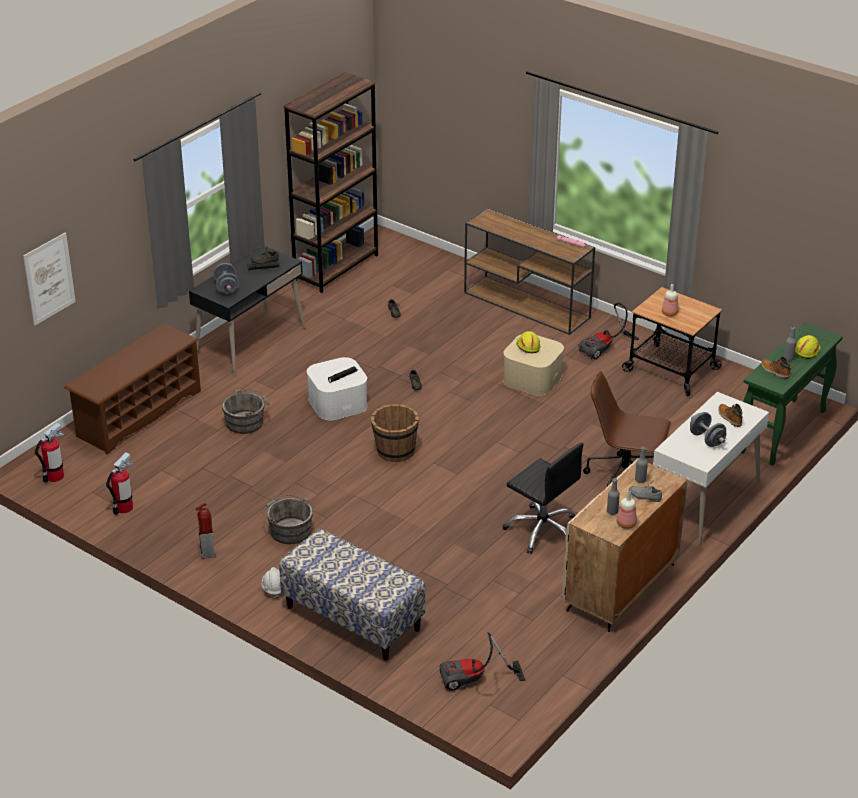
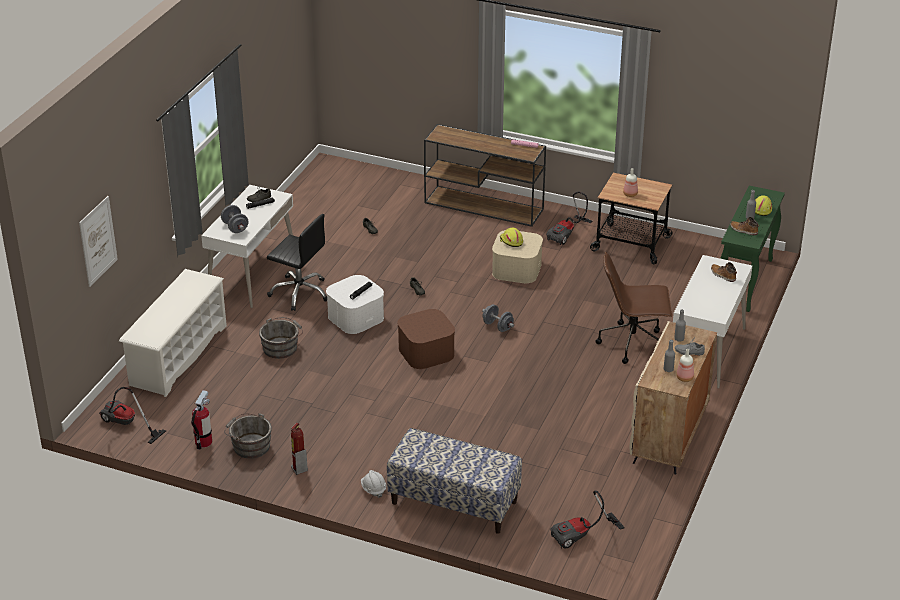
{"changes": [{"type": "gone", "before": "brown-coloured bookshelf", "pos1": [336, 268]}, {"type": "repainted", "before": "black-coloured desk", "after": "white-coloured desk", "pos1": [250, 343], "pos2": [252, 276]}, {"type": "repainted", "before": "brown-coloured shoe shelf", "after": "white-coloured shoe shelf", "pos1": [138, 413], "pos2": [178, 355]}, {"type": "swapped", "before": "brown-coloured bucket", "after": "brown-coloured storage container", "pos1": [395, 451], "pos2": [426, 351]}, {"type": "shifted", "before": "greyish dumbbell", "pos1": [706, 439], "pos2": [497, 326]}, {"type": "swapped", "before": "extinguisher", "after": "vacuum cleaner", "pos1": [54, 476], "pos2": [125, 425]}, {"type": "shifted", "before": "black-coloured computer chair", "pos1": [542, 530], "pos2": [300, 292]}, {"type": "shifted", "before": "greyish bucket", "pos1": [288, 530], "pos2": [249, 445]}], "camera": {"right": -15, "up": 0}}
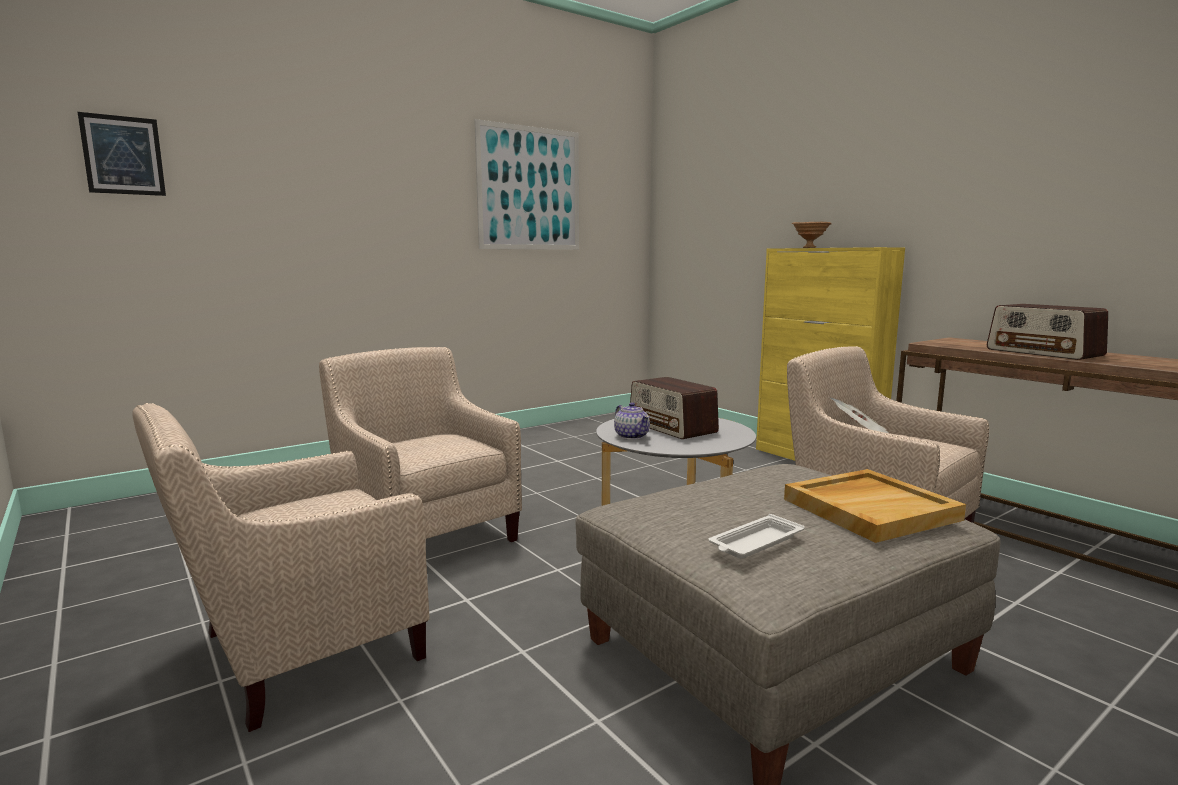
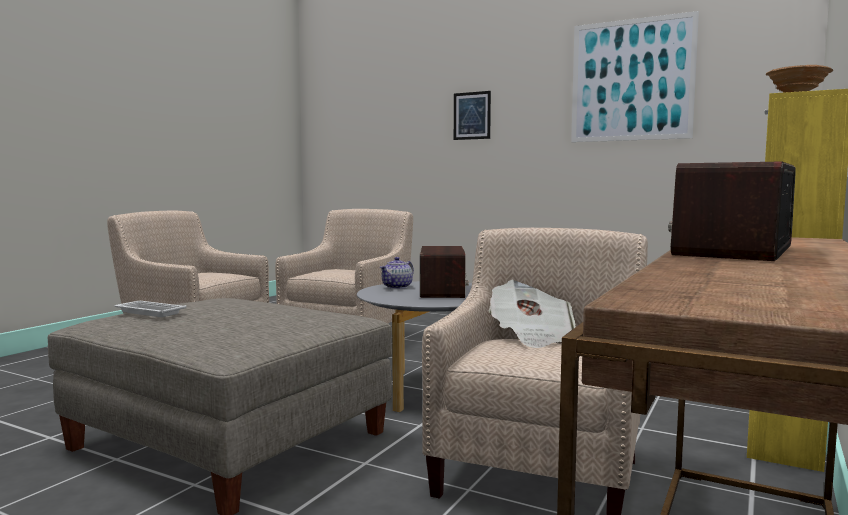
{"changes": [{"type": "shifted", "before": "wall art", "pos1": [123, 155], "pos2": [472, 115]}, {"type": "rotated", "before": "radio set", "pos1": [672, 427], "pos2": [442, 291], "turn": 150}, {"type": "gone", "before": "sand-coloured tray", "pos1": [870, 509]}], "camera": {"right": 65, "up": -5}}
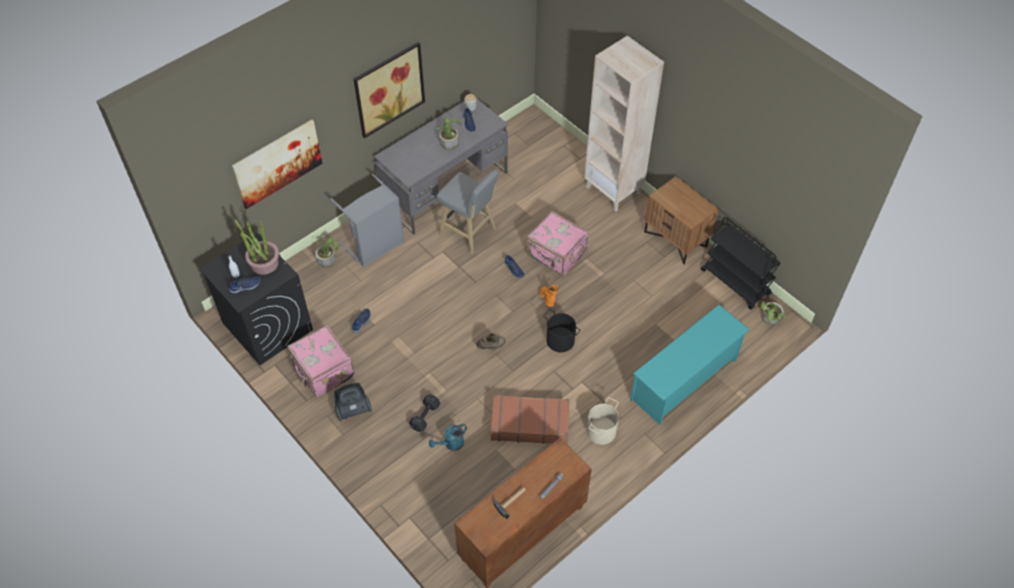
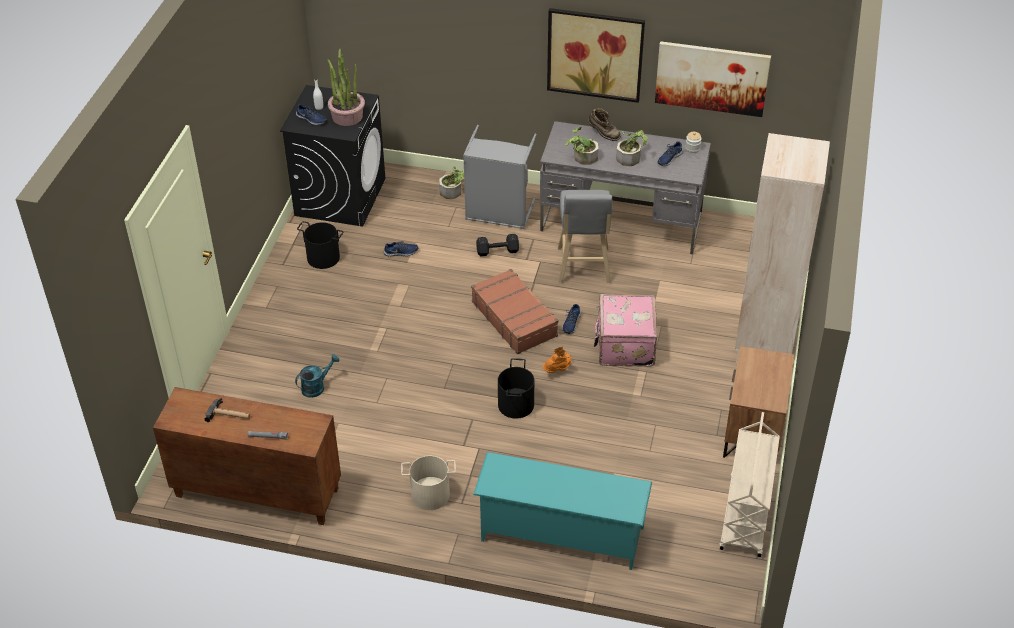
{"changes": [{"type": "shifted", "before": "wall art", "pos1": [277, 163], "pos2": [711, 78]}, {"type": "repainted", "before": "black-coloured cart", "after": "sand-coloured cart", "pos1": [736, 283], "pos2": [746, 517]}, {"type": "shifted", "before": "plant in a pot", "pos1": [769, 319], "pos2": [582, 157]}, {"type": "swapped", "before": "pinkish piece of luggage", "after": "black-coloured bucket", "pos1": [323, 371], "pos2": [323, 258]}, {"type": "shifted", "before": "brown-coloured boot", "pos1": [491, 347], "pos2": [603, 134]}, {"type": "gone", "before": "vacuum cleaner", "pos1": [352, 409]}, {"type": "shifted", "before": "black-coloured dumbbell", "pos1": [424, 417], "pos2": [496, 251]}, {"type": "shifted", "before": "brown-coloured piece of luggage", "pos1": [529, 424], "pos2": [514, 318]}, {"type": "rotated", "before": "blue-green watering pot", "pos1": [451, 444], "pos2": [316, 387], "turn": 120}], "camera": {"right": 55, "up": -10}}
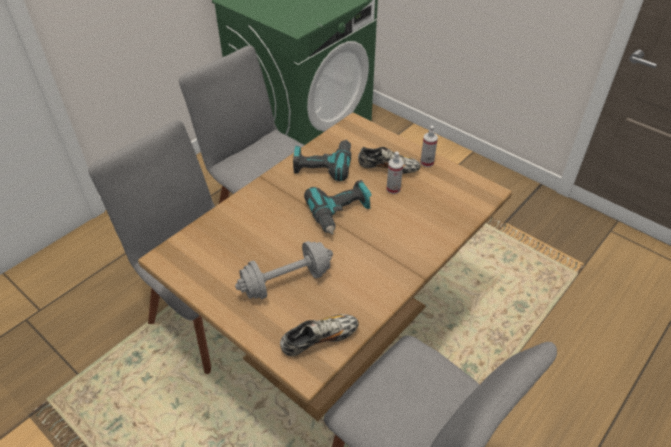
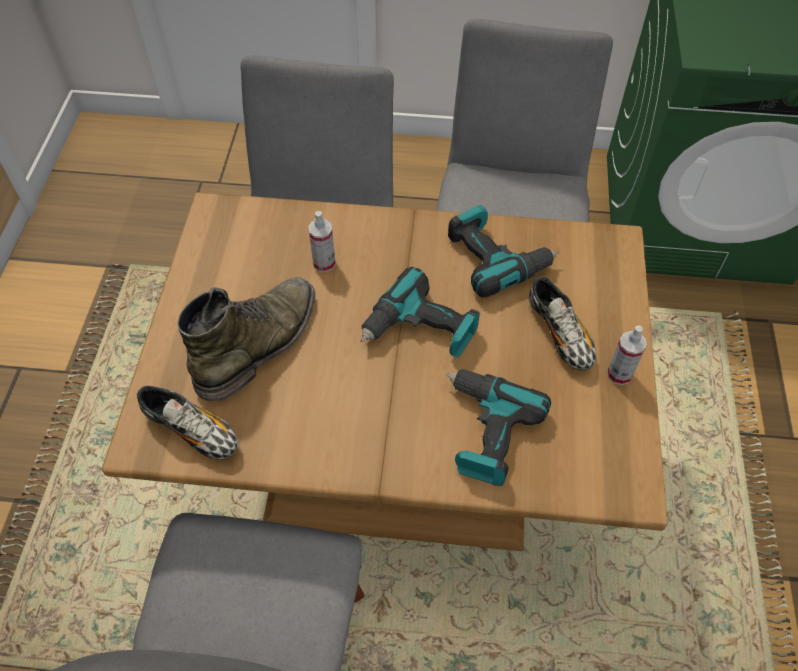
{"changes": [{"type": "shifted", "before": "sprayer", "pos1": [393, 189], "pos2": [324, 263]}, {"type": "swapped", "before": "greyish dumbbell", "after": "green-coloured boot", "pos1": [286, 281], "pos2": [259, 343]}, {"type": "new", "after": "electric drill", "pos2": [485, 432]}], "camera": {"right": 55, "up": 10}}
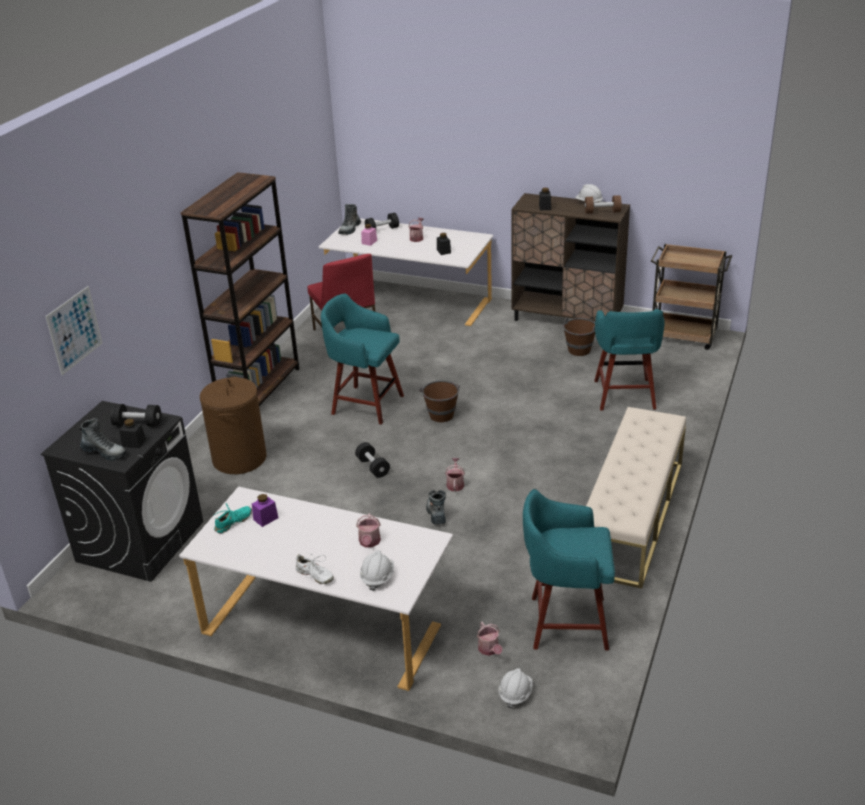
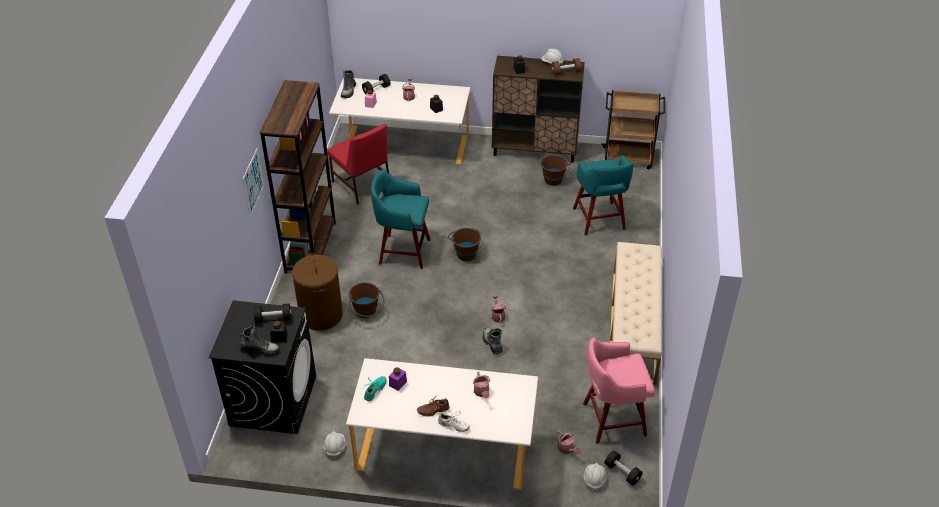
{"changes": [{"type": "shifted", "before": "wall art", "pos1": [74, 330], "pos2": [253, 182]}, {"type": "shifted", "before": "black-coloured dumbbell", "pos1": [373, 467], "pos2": [622, 472]}, {"type": "repainted", "before": "blue-green stool seat", "after": "pinkish stool seat", "pos1": [565, 622], "pos2": [611, 419]}, {"type": "shifted", "before": "white-coloured hard hat", "pos1": [377, 577], "pos2": [334, 447]}, {"type": "new", "after": "brown-coloured bucket", "pos2": [367, 314]}, {"type": "new", "after": "brown-coloured shoe", "pos2": [433, 410]}], "camera": {"right": -15, "up": 10}}
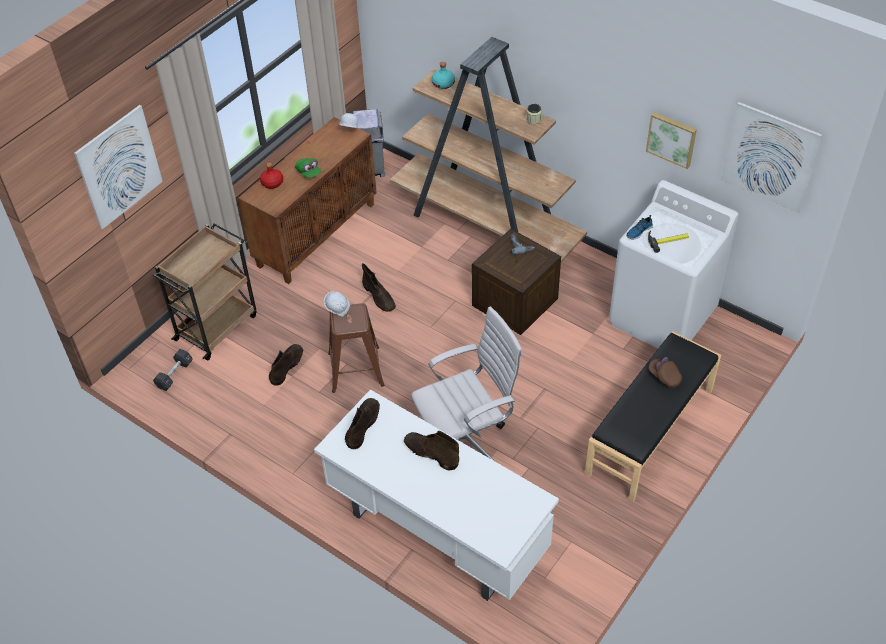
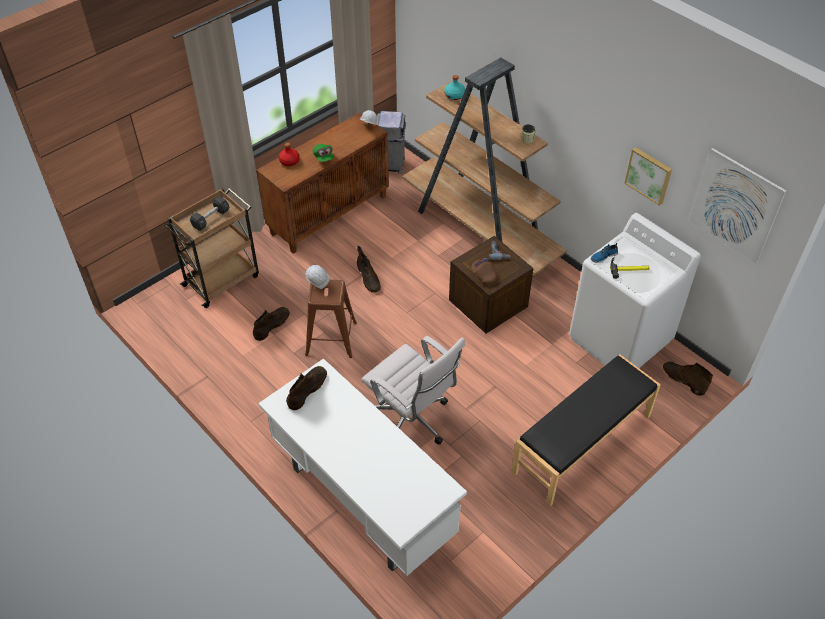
{"changes": [{"type": "gone", "before": "wall art", "pos1": [119, 167]}, {"type": "rotated", "before": "white-coloured computer chair", "pos1": [467, 442], "pos2": [412, 422], "turn": 60}, {"type": "shifted", "before": "black-coloured dumbbell", "pos1": [174, 374], "pos2": [210, 218]}, {"type": "shifted", "before": "brown-coloured peaked cap", "pos1": [664, 377], "pos2": [483, 275]}, {"type": "shifted", "before": "brown-coloured boot", "pos1": [431, 453], "pos2": [683, 380]}], "camera": {"right": 10, "up": 0}}
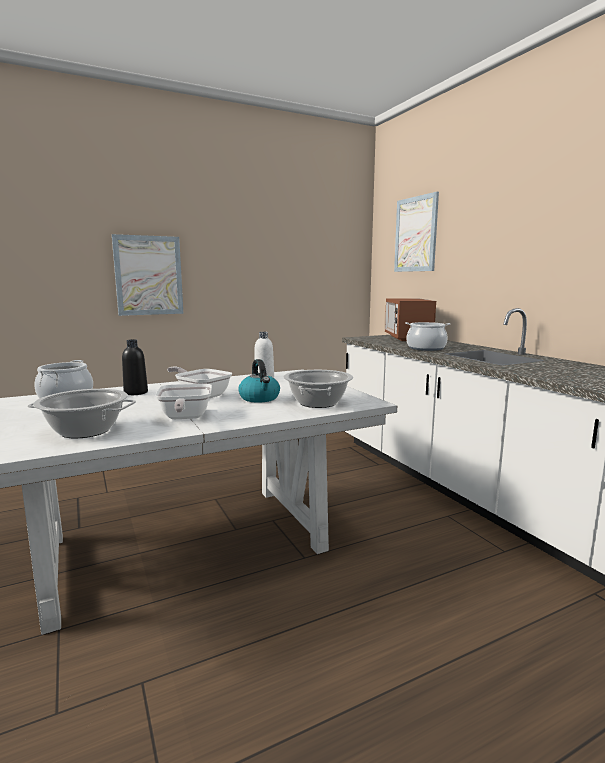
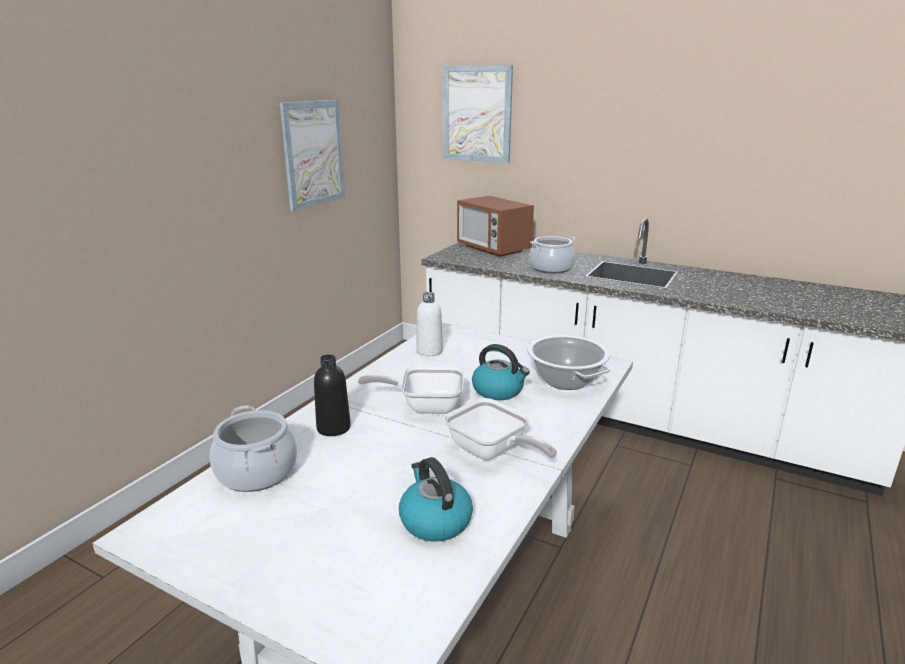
{"changes": [{"type": "shifted", "before": "wall art", "pos1": [148, 275], "pos2": [313, 154]}, {"type": "swapped", "before": "stockpot", "after": "water kettle", "pos1": [85, 431], "pos2": [434, 521]}], "camera": {"right": -35, "up": 10}}
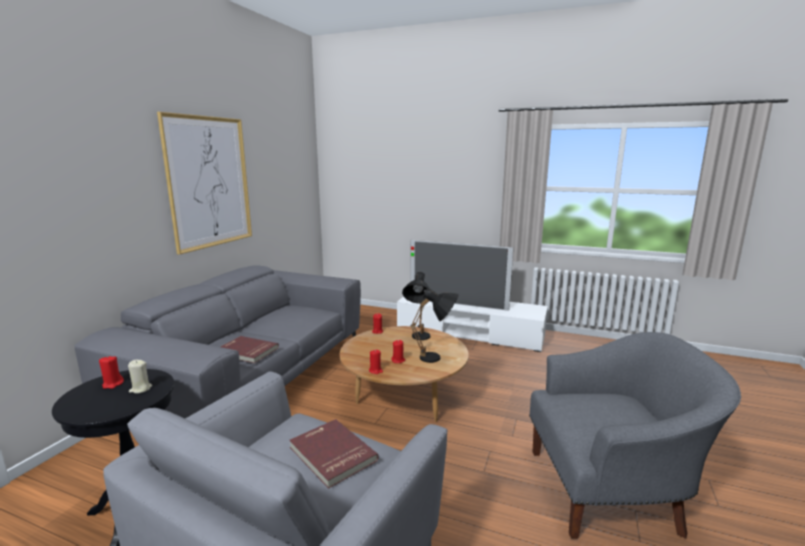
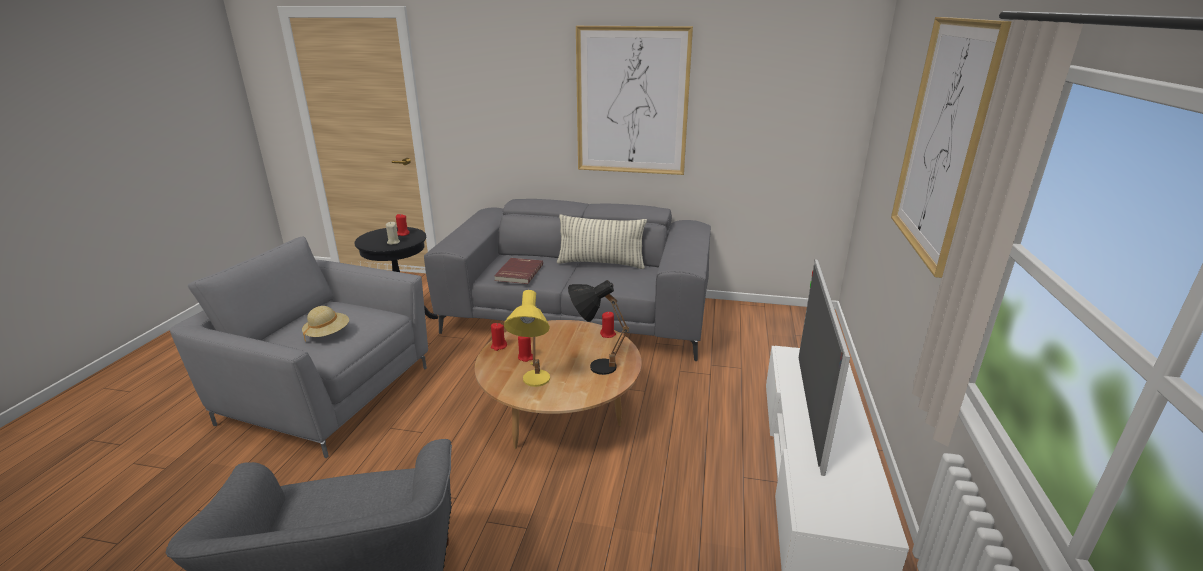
{"changes": [{"type": "repainted", "before": "black-coloured tabletop lamp", "after": "yellow tabletop lamp", "pos1": [437, 359], "pos2": [533, 384]}, {"type": "swapped", "before": "red-coloured book", "after": "sand-coloured clothing hat", "pos1": [331, 454], "pos2": [328, 334]}, {"type": "new", "after": "wall art", "pos2": [942, 140]}, {"type": "new", "after": "pillow", "pos2": [601, 263]}], "camera": {"right": 80, "up": 10}}
